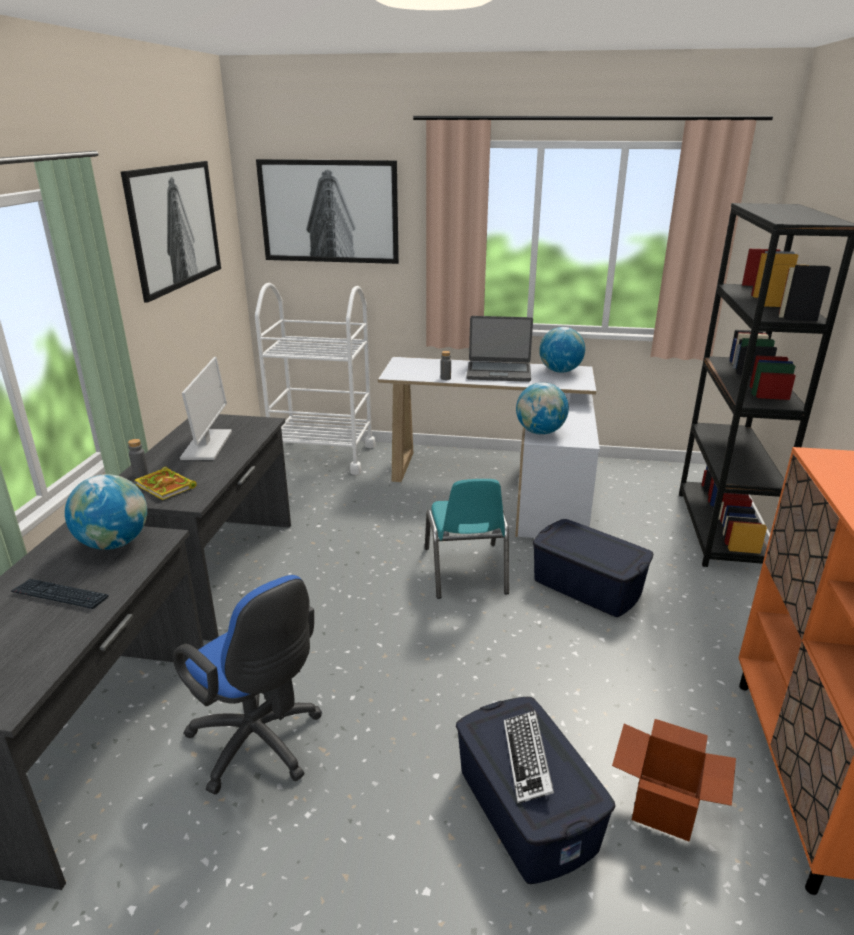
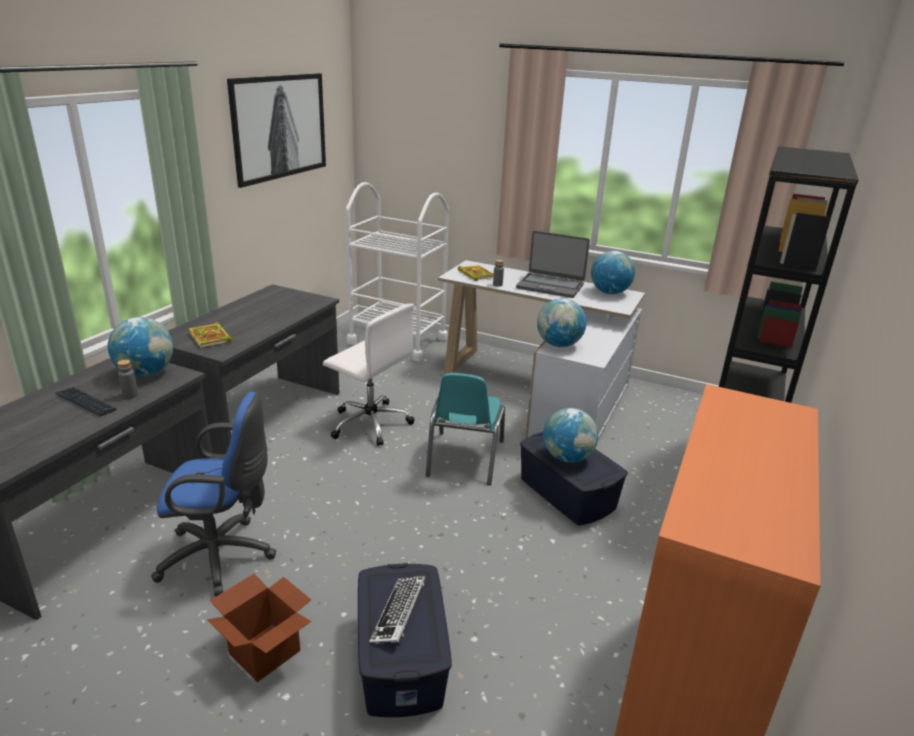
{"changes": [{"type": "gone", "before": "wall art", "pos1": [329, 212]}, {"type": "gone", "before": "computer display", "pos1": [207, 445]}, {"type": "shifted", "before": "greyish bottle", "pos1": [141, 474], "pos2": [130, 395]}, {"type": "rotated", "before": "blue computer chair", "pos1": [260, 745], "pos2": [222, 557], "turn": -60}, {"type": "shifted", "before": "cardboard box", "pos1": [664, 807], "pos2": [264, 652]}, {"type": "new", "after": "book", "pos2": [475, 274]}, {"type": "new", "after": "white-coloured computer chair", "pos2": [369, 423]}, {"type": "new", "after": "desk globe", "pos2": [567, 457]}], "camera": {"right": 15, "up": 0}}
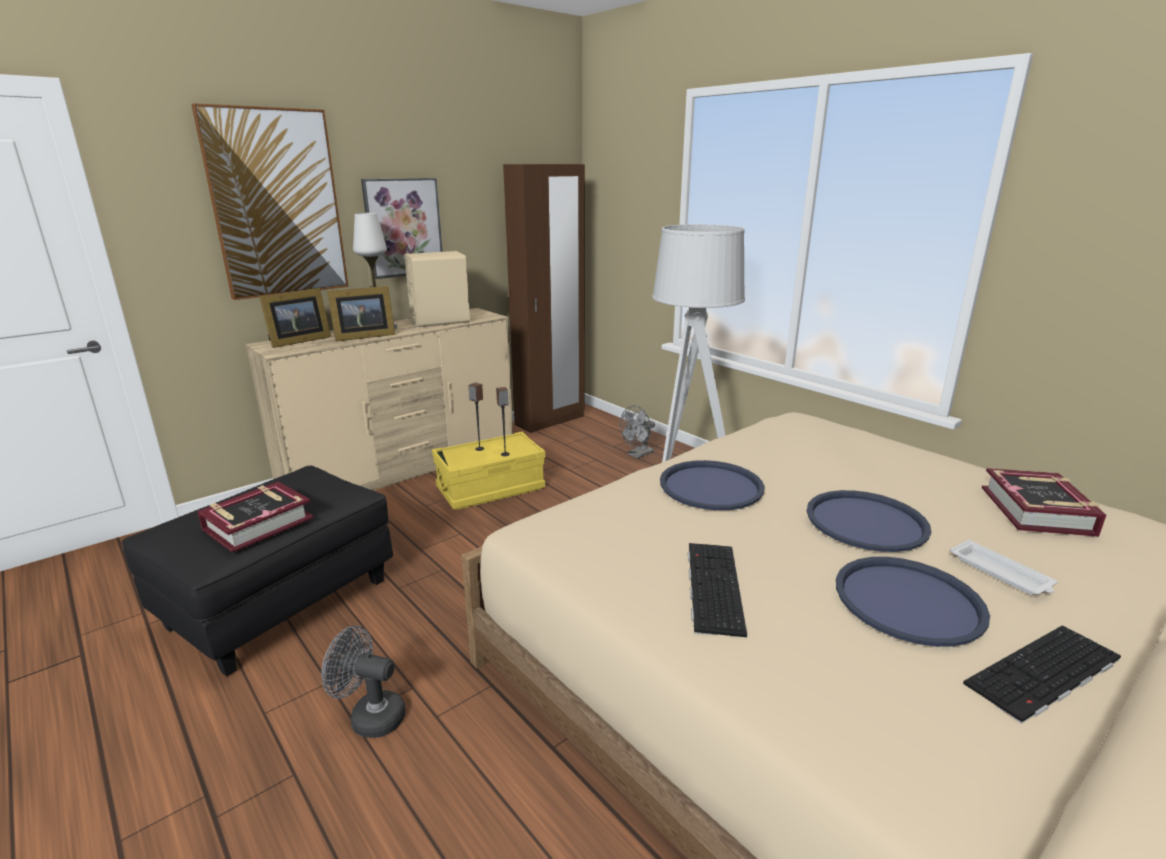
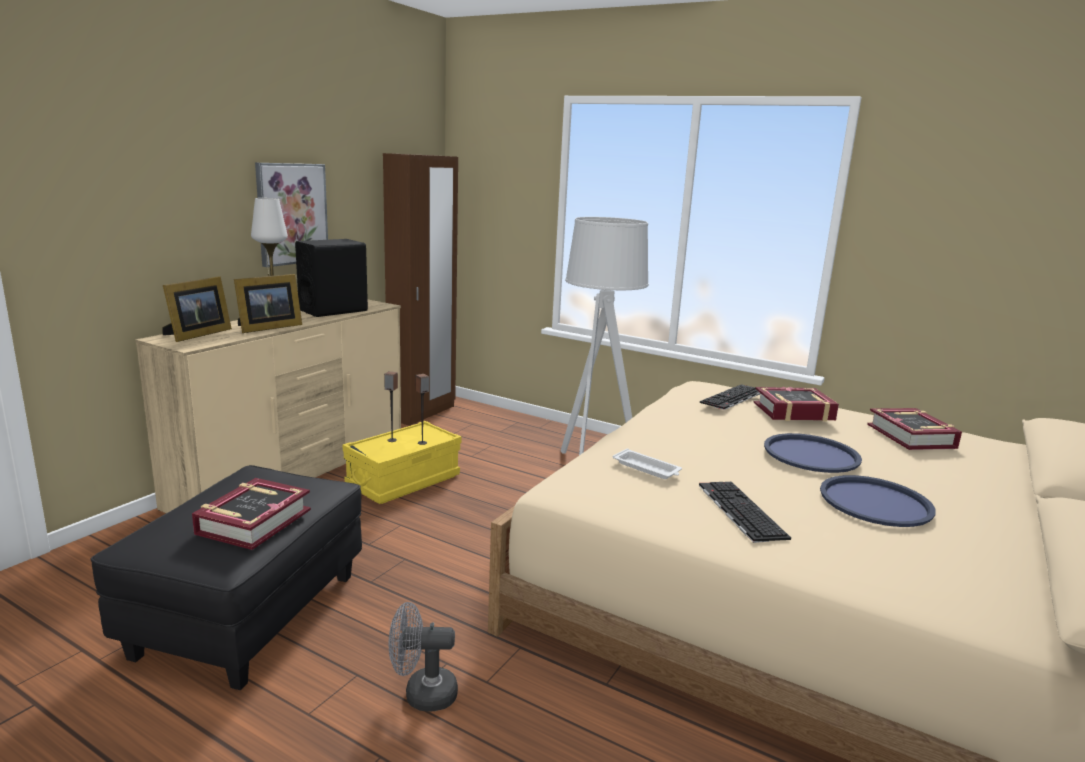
{"changes": [{"type": "gone", "before": "wall art", "pos1": [276, 204]}, {"type": "repainted", "before": "sand-coloured audio speaker", "after": "black-coloured audio speaker", "pos1": [440, 321], "pos2": [333, 310]}, {"type": "gone", "before": "greyish electric fan", "pos1": [638, 455]}, {"type": "gone", "before": "blue tray", "pos1": [711, 486]}, {"type": "shifted", "before": "white-coloured tray", "pos1": [1001, 573], "pos2": [647, 468]}, {"type": "shifted", "before": "computer keyboard", "pos1": [1044, 674], "pos2": [733, 398]}, {"type": "new", "after": "book", "pos2": [793, 412]}], "camera": {"right": -20, "up": -5}}
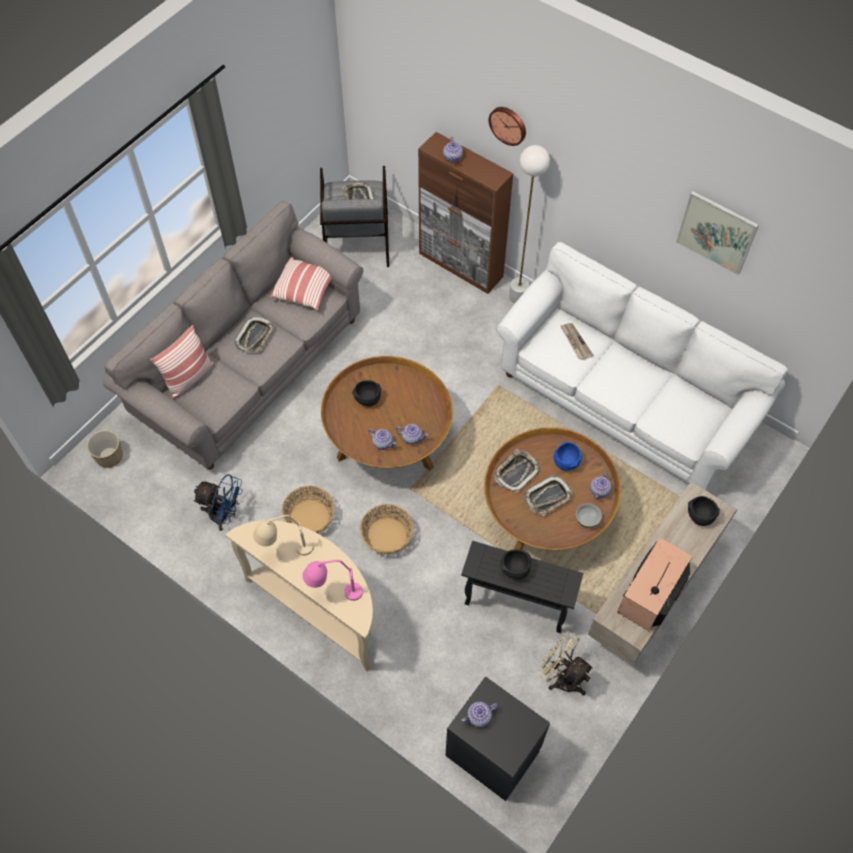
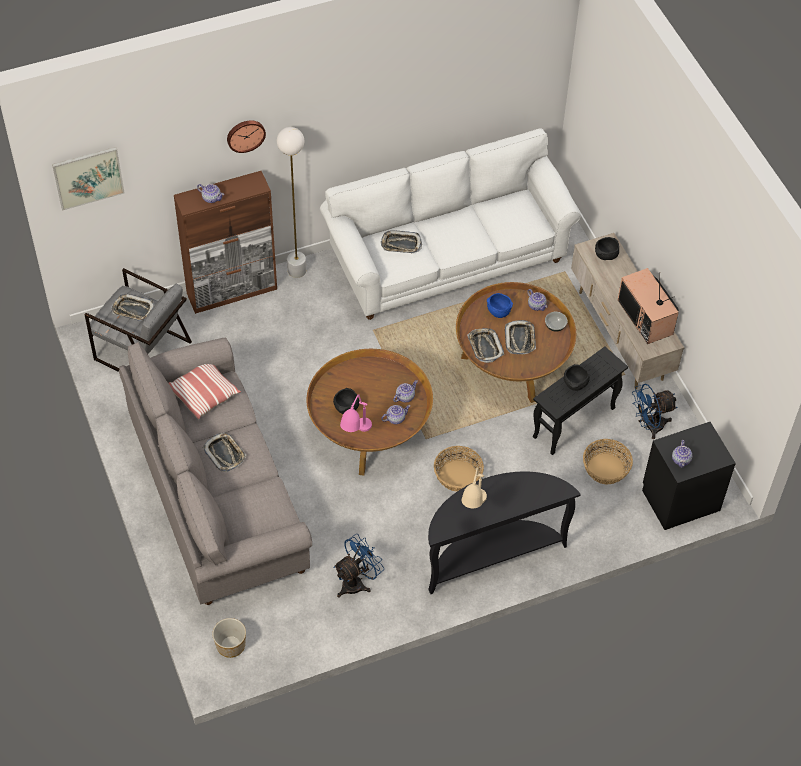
{"changes": [{"type": "shifted", "before": "wall art", "pos1": [716, 232], "pos2": [88, 177]}, {"type": "swapped", "before": "printed paper", "after": "tray", "pos1": [575, 342], "pos2": [401, 244]}, {"type": "gone", "before": "pillow", "pos1": [189, 378]}, {"type": "shifted", "before": "storage basket", "pos1": [309, 517], "pos2": [605, 469]}, {"type": "repainted", "before": "sand-coloured console table", "after": "black-coloured console table", "pos1": [319, 608], "pos2": [491, 554]}, {"type": "shifted", "before": "pinkish tabletop lamp", "pos1": [333, 593], "pos2": [356, 437]}, {"type": "repainted", "before": "sand-coloured electric fan", "after": "blue electric fan", "pos1": [562, 677], "pos2": [649, 426]}], "camera": {"right": -60, "up": -5}}
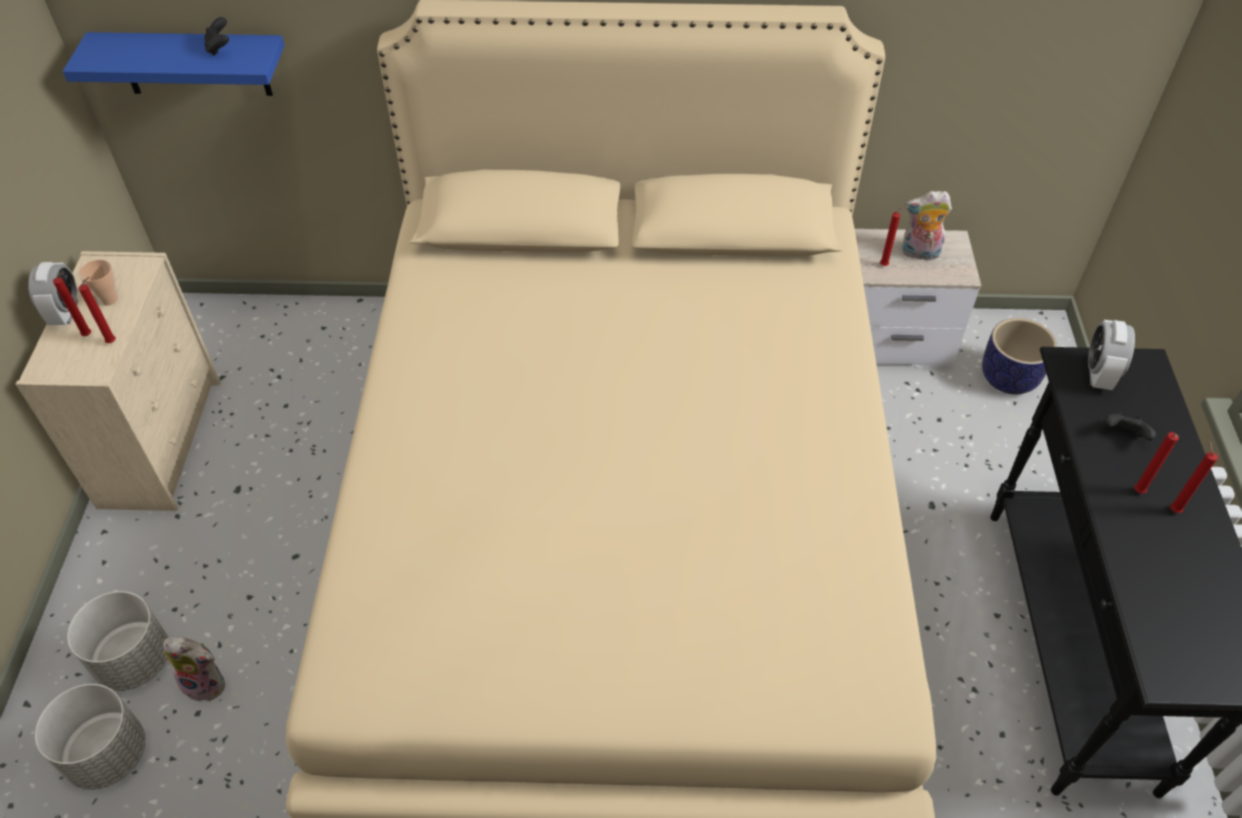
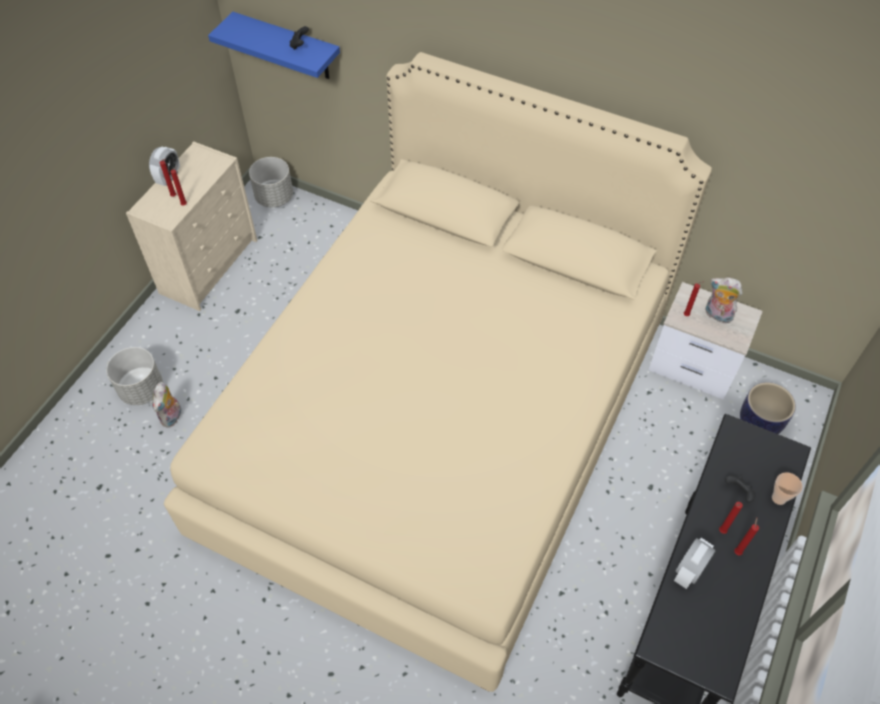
{"changes": [{"type": "shifted", "before": "small cup", "pos1": [109, 299], "pos2": [779, 498]}, {"type": "shifted", "before": "alarm clock", "pos1": [1098, 374], "pos2": [688, 571]}, {"type": "rotated", "before": "plush toy", "pos1": [207, 682], "pos2": [172, 417], "turn": 60}, {"type": "shifted", "before": "greyish planter", "pos1": [107, 754], "pos2": [274, 197]}], "camera": {"right": 25, "up": 5}}
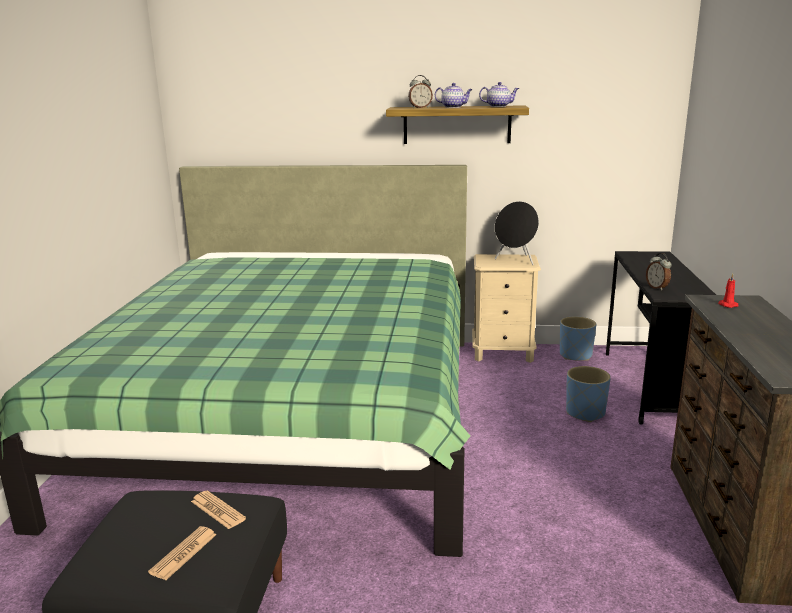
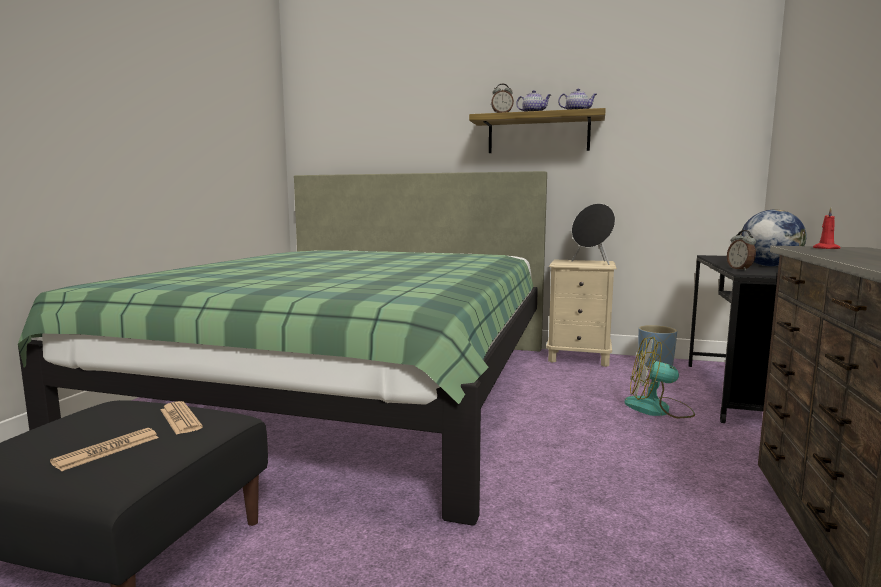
{"changes": [{"type": "swapped", "before": "blue planter", "after": "electric fan", "pos1": [585, 413], "pos2": [658, 409]}, {"type": "new", "after": "desk globe", "pos2": [768, 266]}], "camera": {"right": 10, "up": -10}}
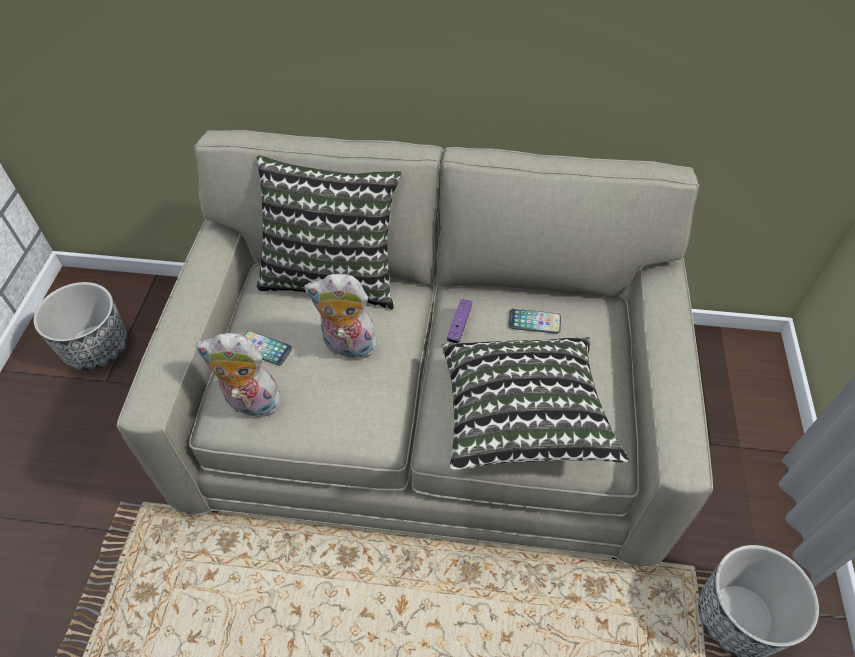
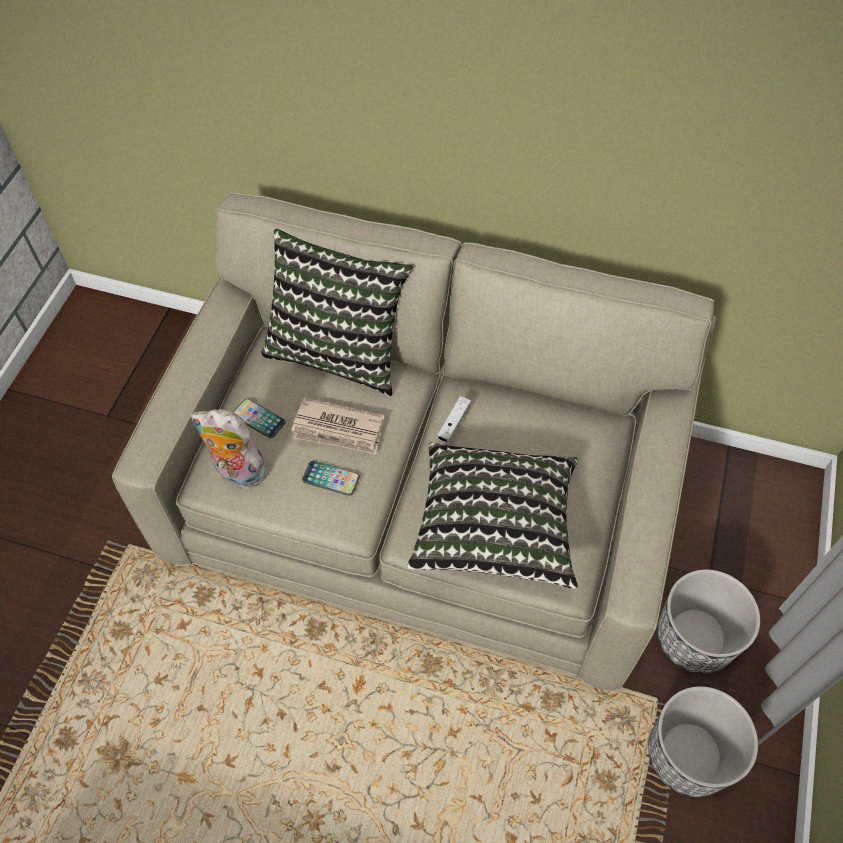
{"changes": [{"type": "swapped", "before": "plush toy", "after": "printed paper", "pos1": [347, 347], "pos2": [339, 429]}, {"type": "shifted", "before": "planter", "pos1": [97, 347], "pos2": [694, 637]}, {"type": "repainted", "before": "purplish gamepad", "after": "white-coloured gamepad", "pos1": [459, 325], "pos2": [454, 423]}, {"type": "shifted", "before": "handset", "pos1": [534, 322], "pos2": [331, 478]}], "camera": {"right": 10, "up": 5}}
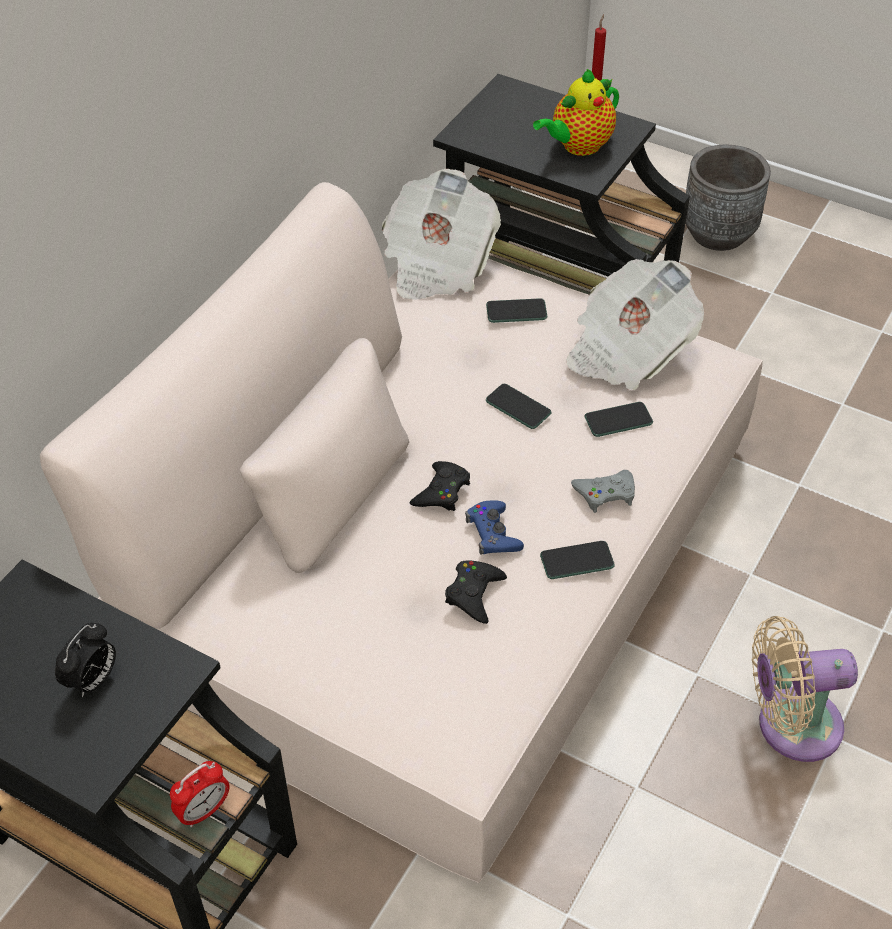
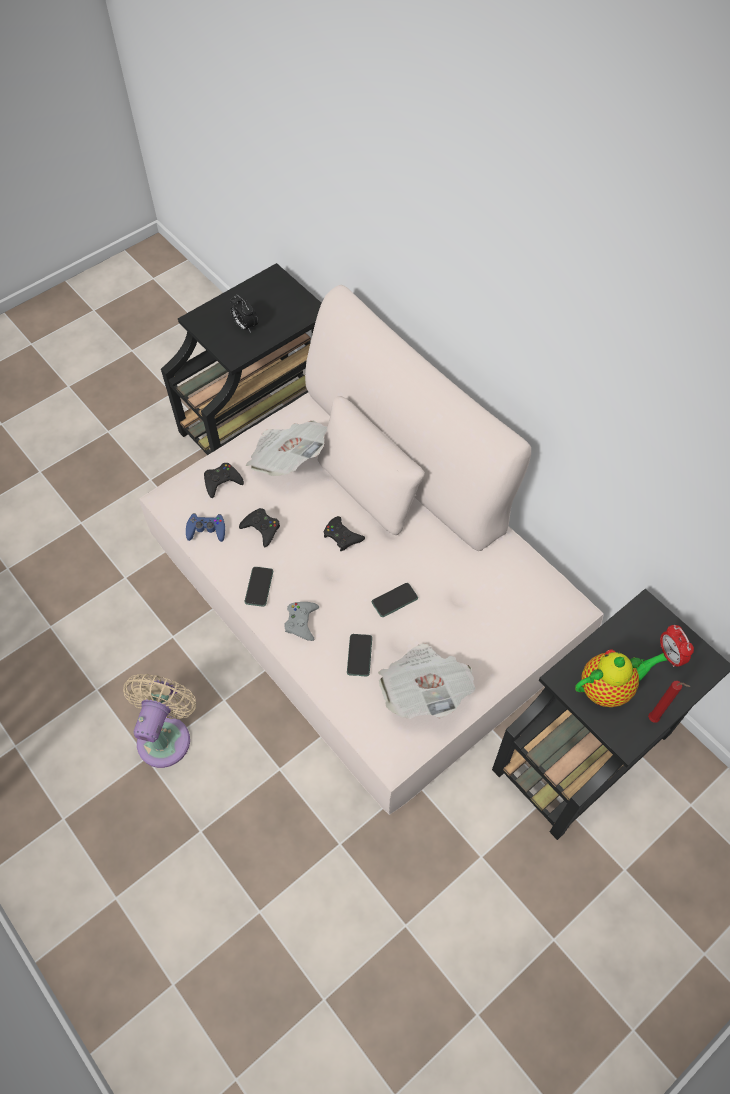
{"changes": [{"type": "rotated", "before": "teapot", "pos1": [578, 146], "pos2": [608, 688], "turn": 90}, {"type": "gone", "before": "greyish planter", "pos1": [718, 233]}, {"type": "shifted", "before": "printed paper", "pos1": [437, 263], "pos2": [287, 460]}, {"type": "gone", "before": "handset", "pos1": [516, 312]}, {"type": "shifted", "before": "blue gamepad", "pos1": [493, 533], "pos2": [206, 530]}, {"type": "shifted", "before": "alarm clock", "pos1": [204, 811], "pos2": [670, 655]}, {"type": "new", "after": "black-coloured gamepad", "pos2": [222, 482]}], "camera": {"right": 110, "up": 10}}
